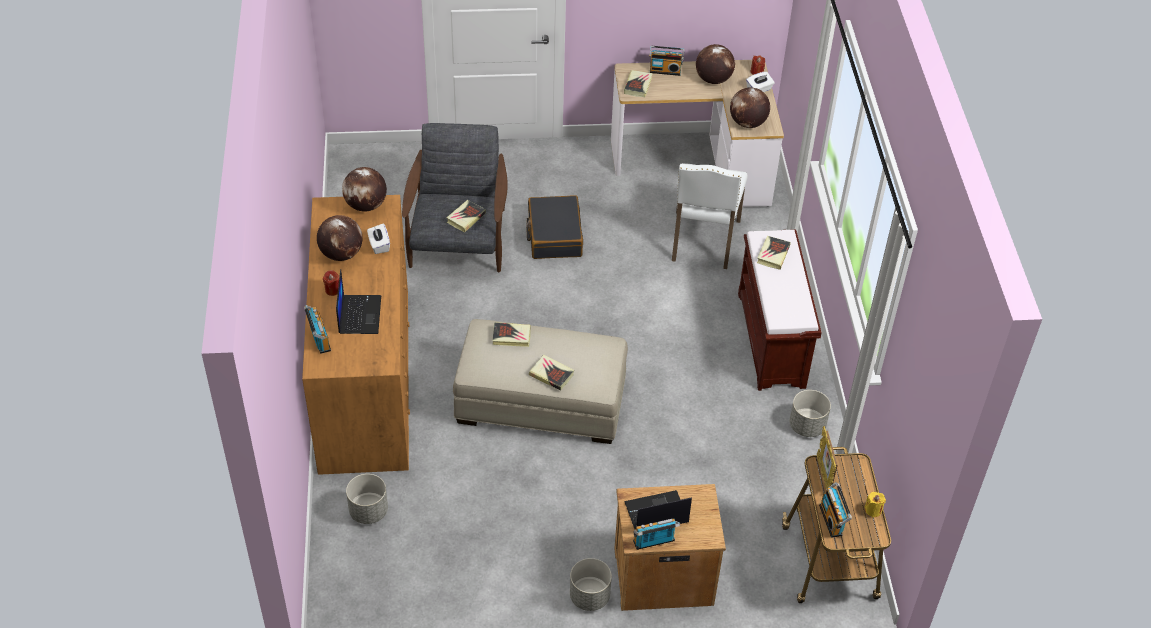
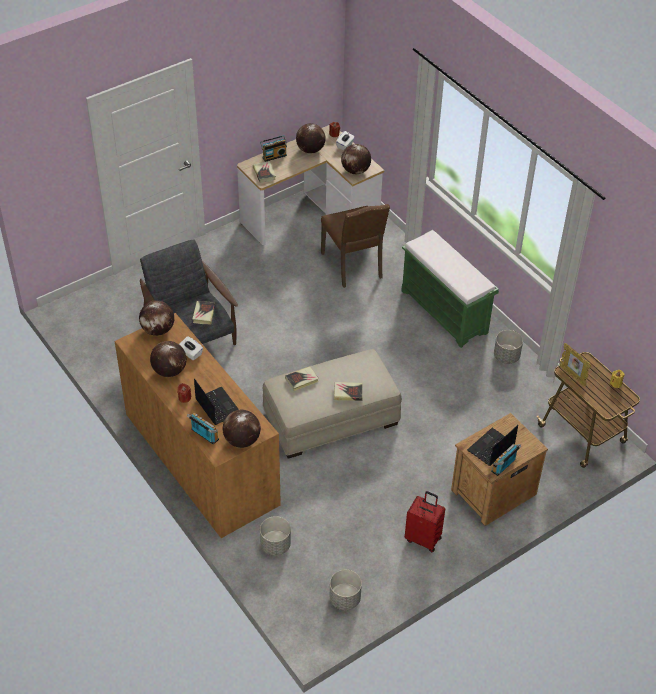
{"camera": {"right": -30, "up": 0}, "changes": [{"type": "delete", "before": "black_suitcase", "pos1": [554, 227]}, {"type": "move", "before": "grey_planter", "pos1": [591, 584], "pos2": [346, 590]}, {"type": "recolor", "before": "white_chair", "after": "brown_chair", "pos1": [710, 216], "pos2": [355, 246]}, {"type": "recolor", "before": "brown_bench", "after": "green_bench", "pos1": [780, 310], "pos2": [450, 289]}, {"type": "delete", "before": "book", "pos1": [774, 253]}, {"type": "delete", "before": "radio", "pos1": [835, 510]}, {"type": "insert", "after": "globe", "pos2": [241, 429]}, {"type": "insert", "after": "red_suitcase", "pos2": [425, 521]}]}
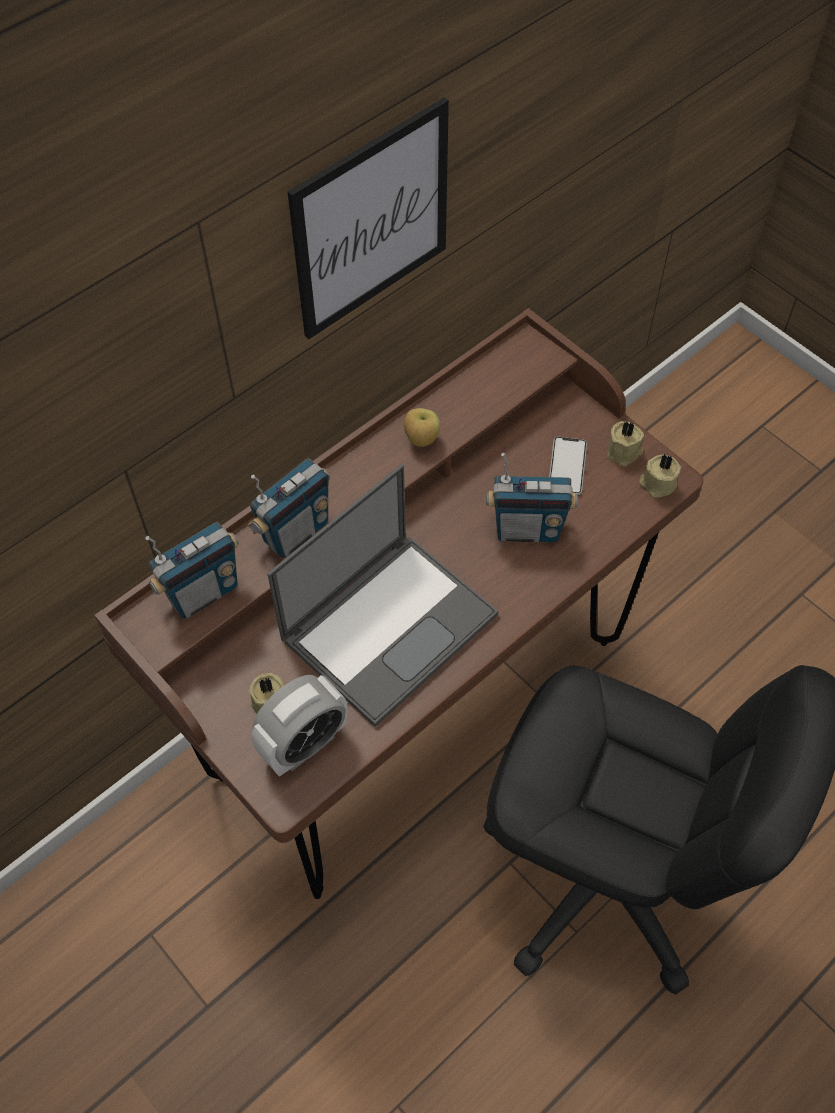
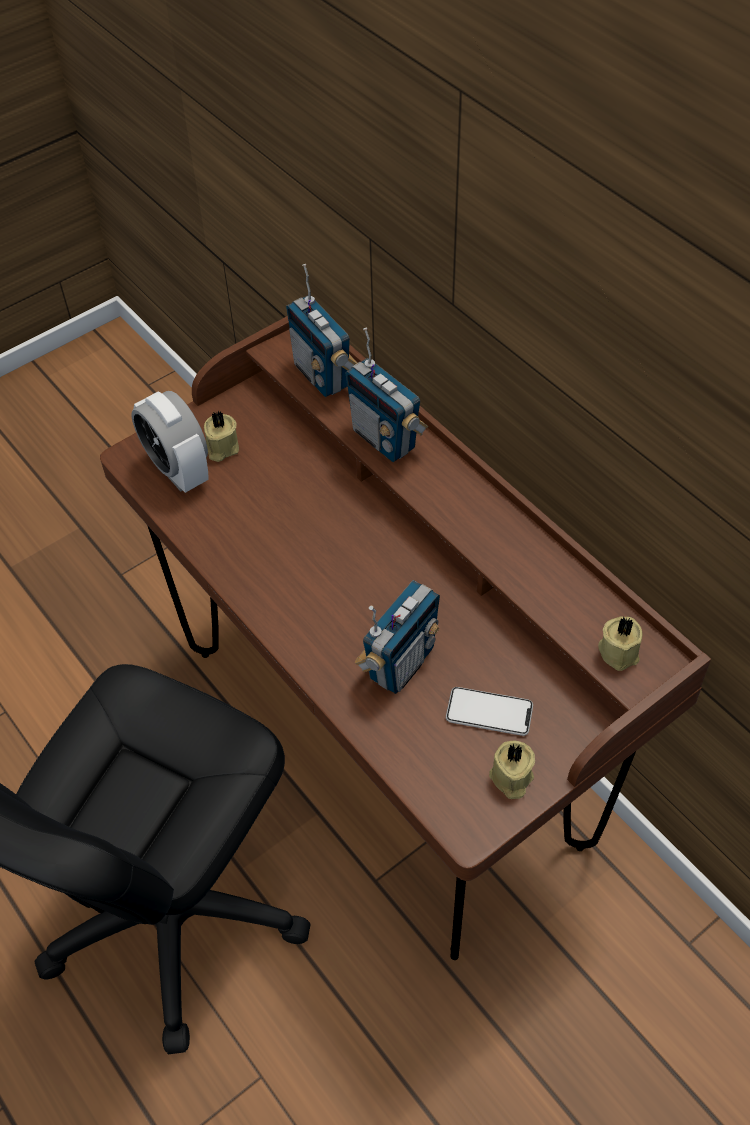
{"camera": {"right": 95, "up": -5}, "changes": [{"type": "delete", "before": "laptop", "pos1": [382, 595]}, {"type": "delete", "before": "picture", "pos1": [368, 218]}, {"type": "delete", "before": "apple", "pos1": [422, 427]}, {"type": "rotate", "before": "radio", "pos1": [531, 497], "pos2": [397, 637], "turn": -150}, {"type": "move", "before": "beige_candle", "pos1": [660, 476], "pos2": [620, 643]}]}
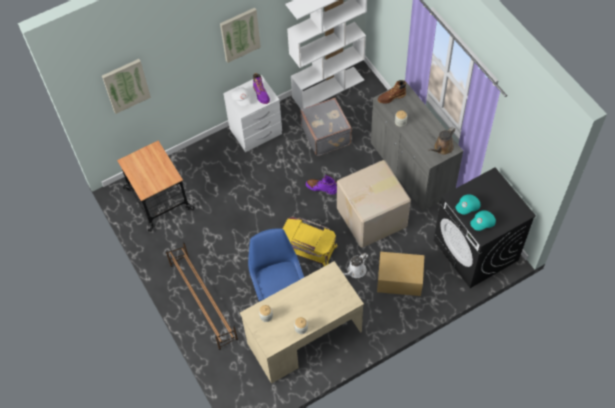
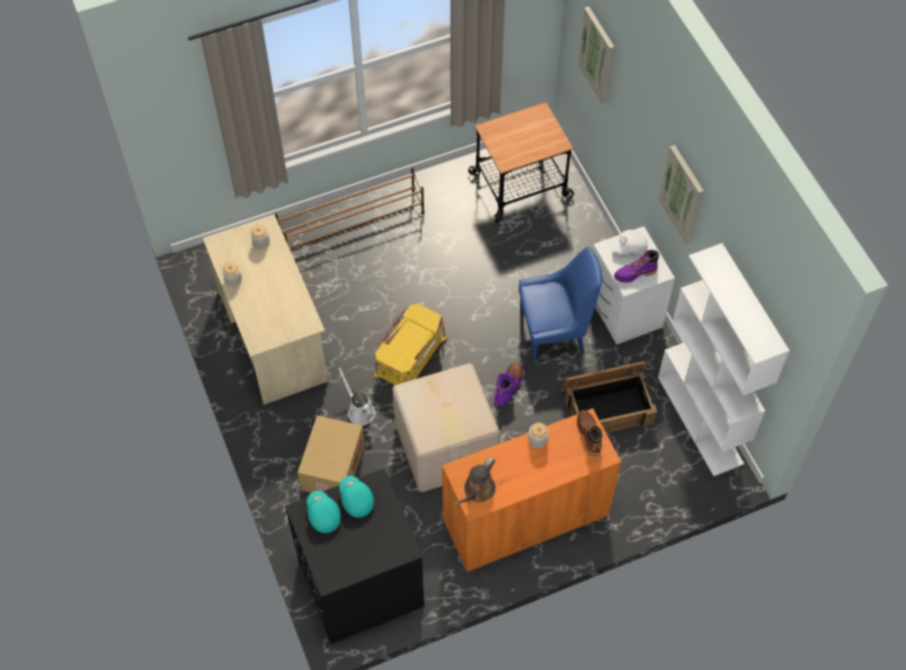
{"camera": {"right": 95, "up": 0}, "changes": [{"type": "move", "before": "blue_chair", "pos1": [276, 265], "pos2": [560, 305]}, {"type": "replace", "before": "grey_suitcase", "after": "crate", "pos1": [326, 127], "pos2": [608, 397]}, {"type": "recolor", "before": "grey_cabinet", "after": "orange_cabinet", "pos1": [417, 146], "pos2": [531, 490]}, {"type": "rotate", "before": "brown_watering_can", "pos1": [441, 141], "pos2": [474, 481], "turn": -105}]}
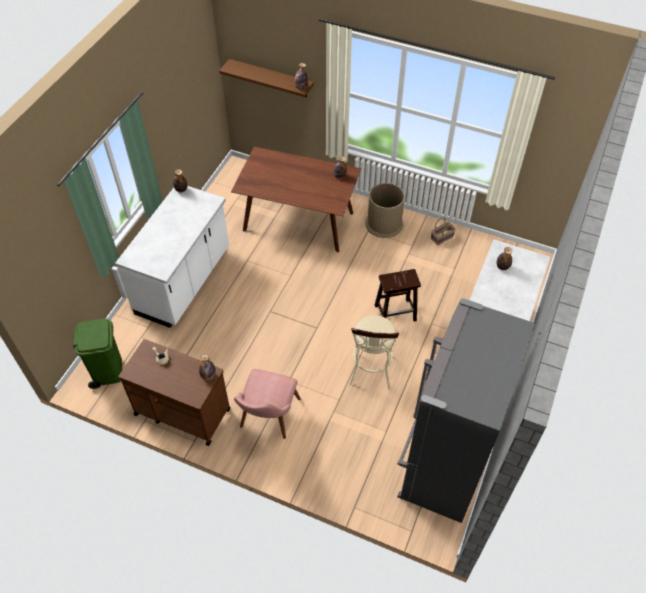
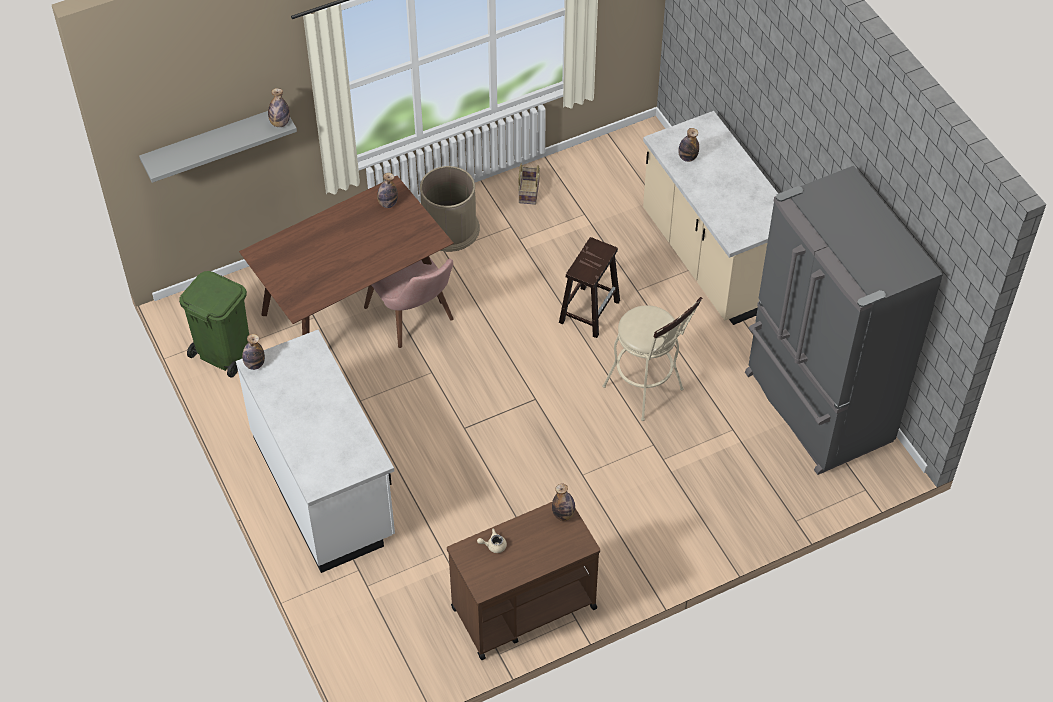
{"camera": {"right": -50, "up": 0}, "changes": [{"type": "move", "before": "green_trash_can", "pos1": [97, 354], "pos2": [214, 324]}, {"type": "recolor", "before": "brown_shelf", "after": "grey_shelf", "pos1": [266, 78], "pos2": [218, 147]}, {"type": "move", "before": "pink_chair", "pos1": [267, 404], "pos2": [409, 303]}]}
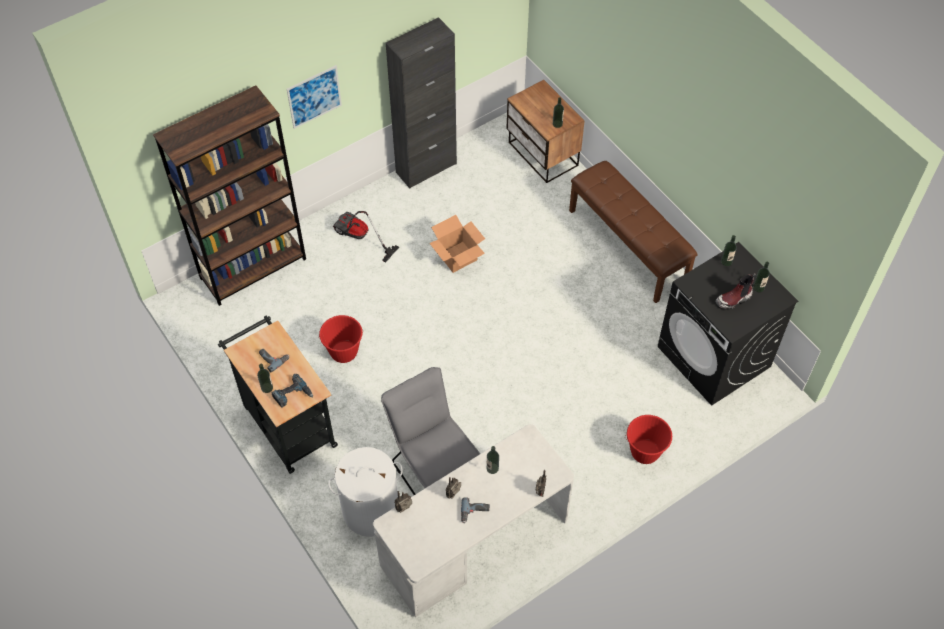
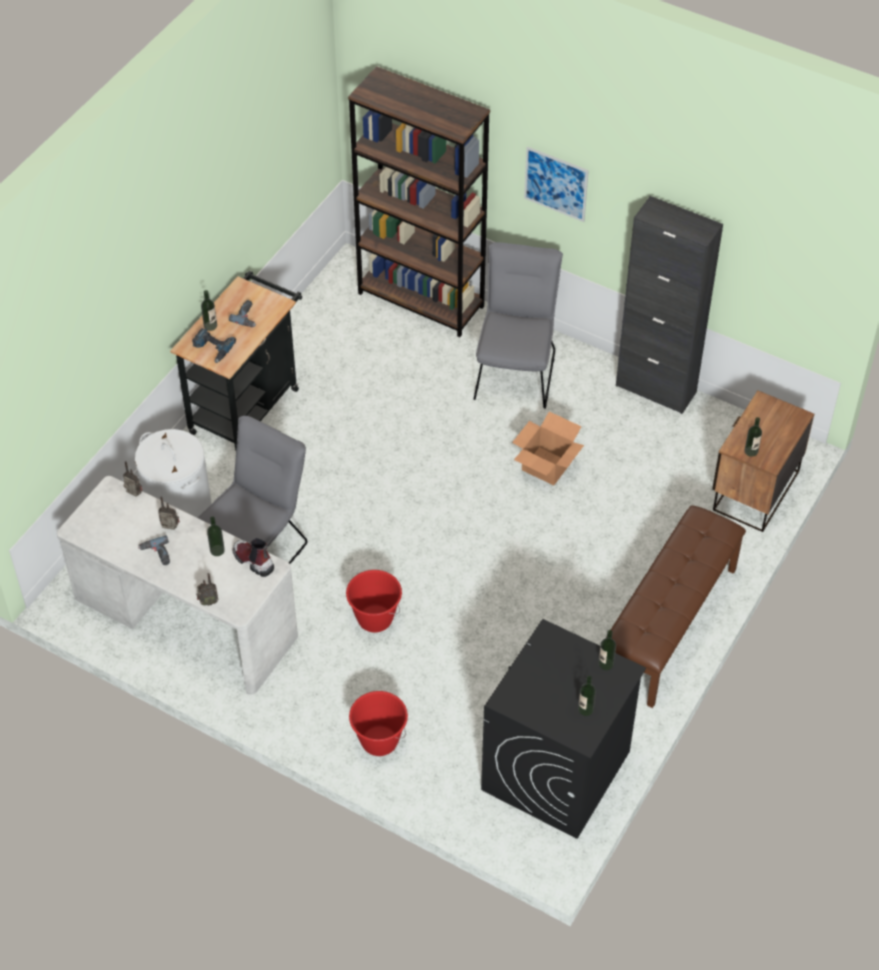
{"camera": {"right": 65, "up": -5}, "changes": [{"type": "move", "before": "red_bucket", "pos1": [341, 339], "pos2": [374, 601]}, {"type": "replace", "before": "vacuum_cleaner", "after": "grey_chair", "pos1": [366, 237], "pos2": [518, 325]}, {"type": "move", "before": "boot", "pos1": [735, 291], "pos2": [253, 557]}]}
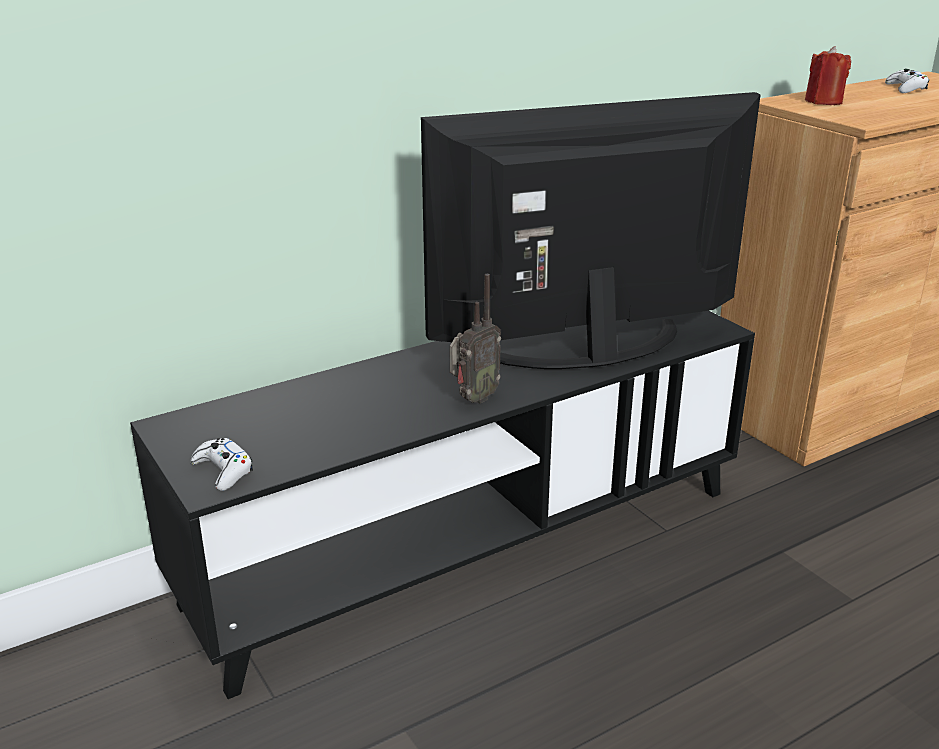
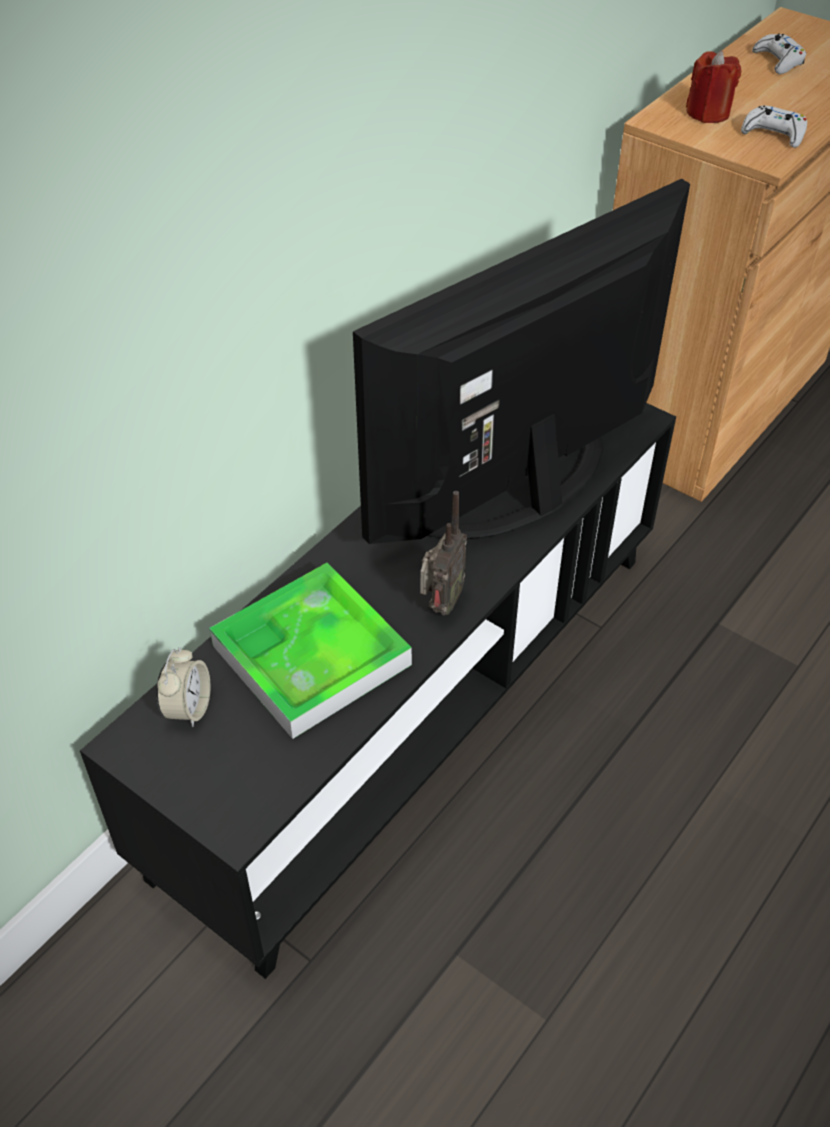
{"camera": {"right": -20, "up": 20}, "changes": [{"type": "move", "before": "white_game_controller", "pos1": [221, 464], "pos2": [774, 126]}, {"type": "insert", "after": "alarm_clock", "pos2": [183, 687]}, {"type": "insert", "after": "tray", "pos2": [310, 651]}]}
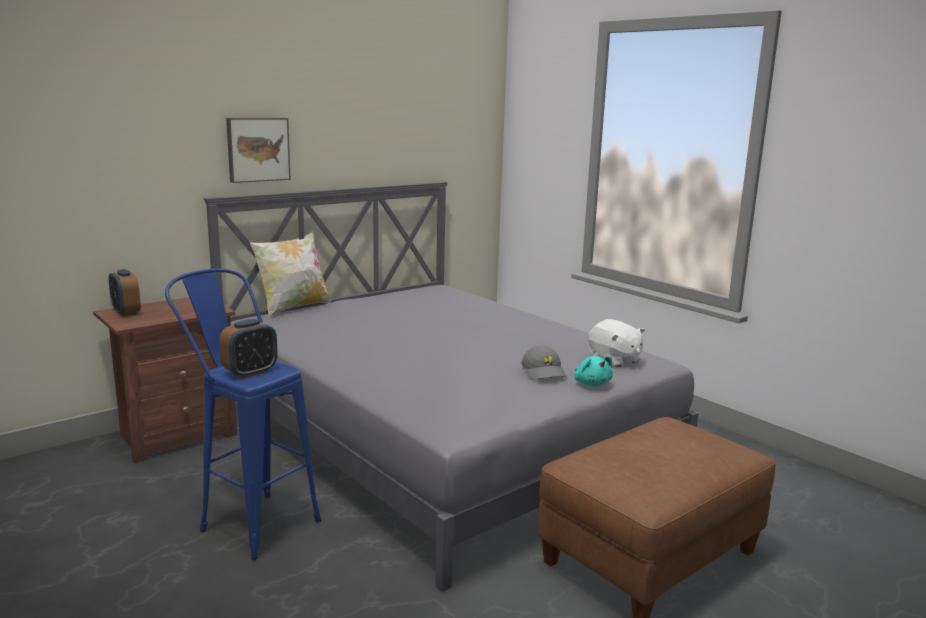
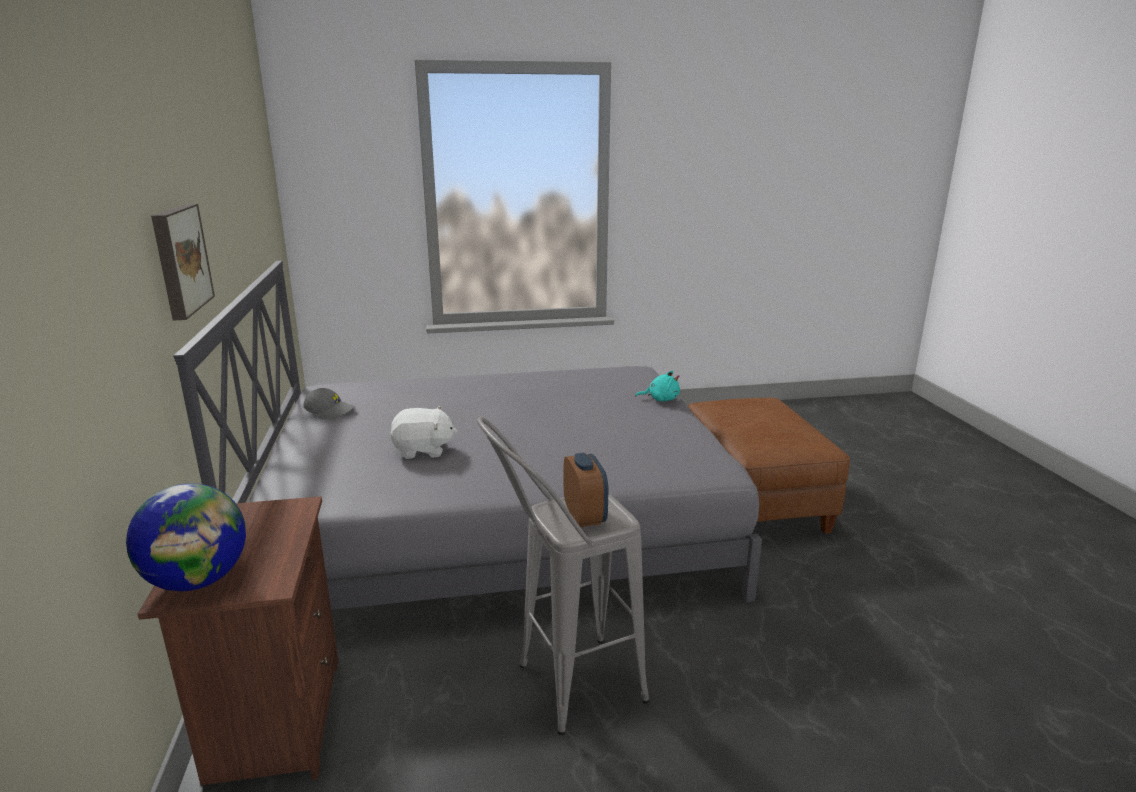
{"camera": {"right": -60, "up": 5}, "changes": [{"type": "replace", "before": "alarm_clock", "after": "globe", "pos1": [124, 292], "pos2": [186, 537]}, {"type": "recolor", "before": "blue_stool", "after": "grey_stool", "pos1": [243, 414], "pos2": [563, 576]}, {"type": "delete", "before": "pillow", "pos1": [290, 274]}, {"type": "move", "before": "grey_cap", "pos1": [544, 362], "pos2": [329, 404]}, {"type": "move", "before": "white_plush_toy", "pos1": [616, 343], "pos2": [423, 432]}]}
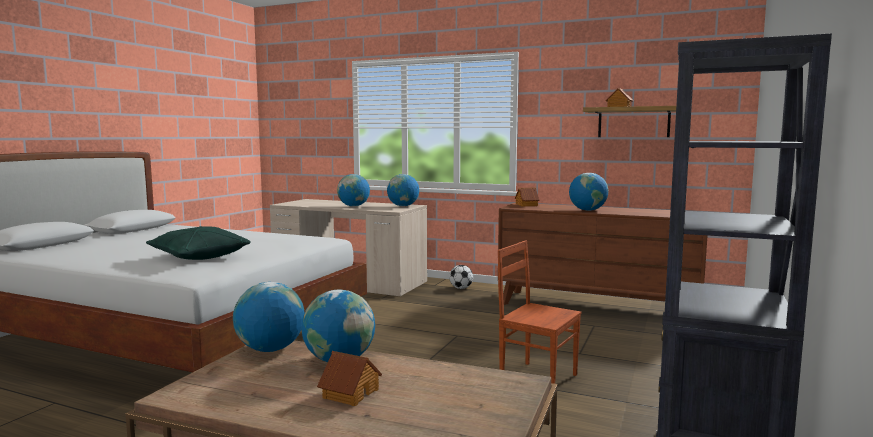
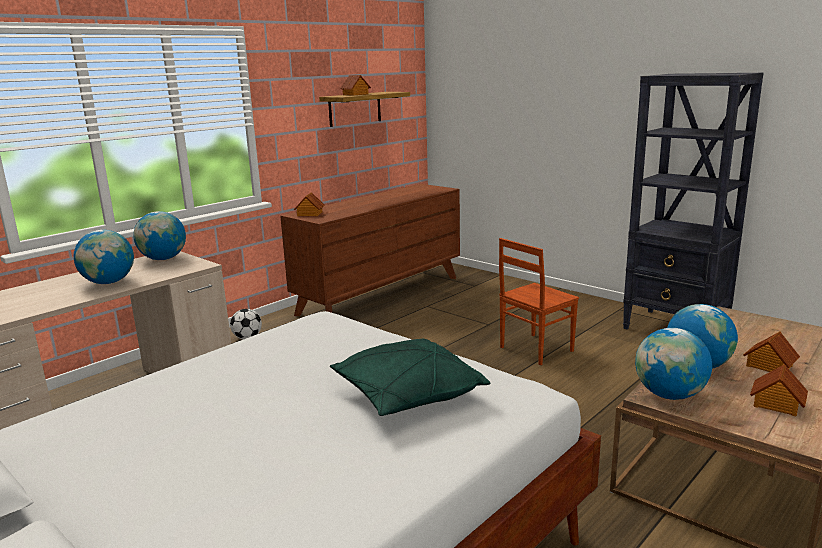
{"camera": {"right": -70, "up": 10}, "changes": [{"type": "delete", "before": "globe", "pos1": [588, 192]}, {"type": "insert", "after": "toy_house", "pos2": [779, 390]}]}
